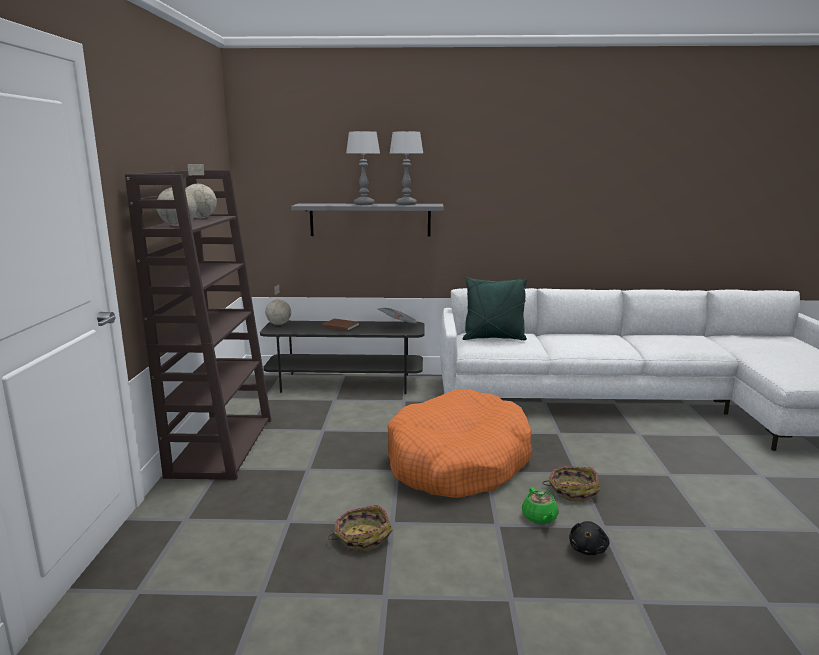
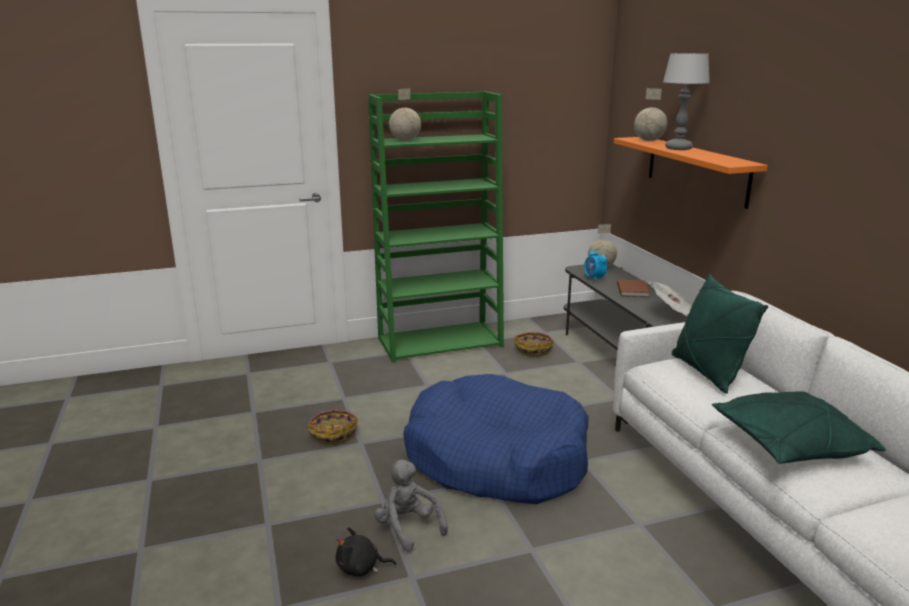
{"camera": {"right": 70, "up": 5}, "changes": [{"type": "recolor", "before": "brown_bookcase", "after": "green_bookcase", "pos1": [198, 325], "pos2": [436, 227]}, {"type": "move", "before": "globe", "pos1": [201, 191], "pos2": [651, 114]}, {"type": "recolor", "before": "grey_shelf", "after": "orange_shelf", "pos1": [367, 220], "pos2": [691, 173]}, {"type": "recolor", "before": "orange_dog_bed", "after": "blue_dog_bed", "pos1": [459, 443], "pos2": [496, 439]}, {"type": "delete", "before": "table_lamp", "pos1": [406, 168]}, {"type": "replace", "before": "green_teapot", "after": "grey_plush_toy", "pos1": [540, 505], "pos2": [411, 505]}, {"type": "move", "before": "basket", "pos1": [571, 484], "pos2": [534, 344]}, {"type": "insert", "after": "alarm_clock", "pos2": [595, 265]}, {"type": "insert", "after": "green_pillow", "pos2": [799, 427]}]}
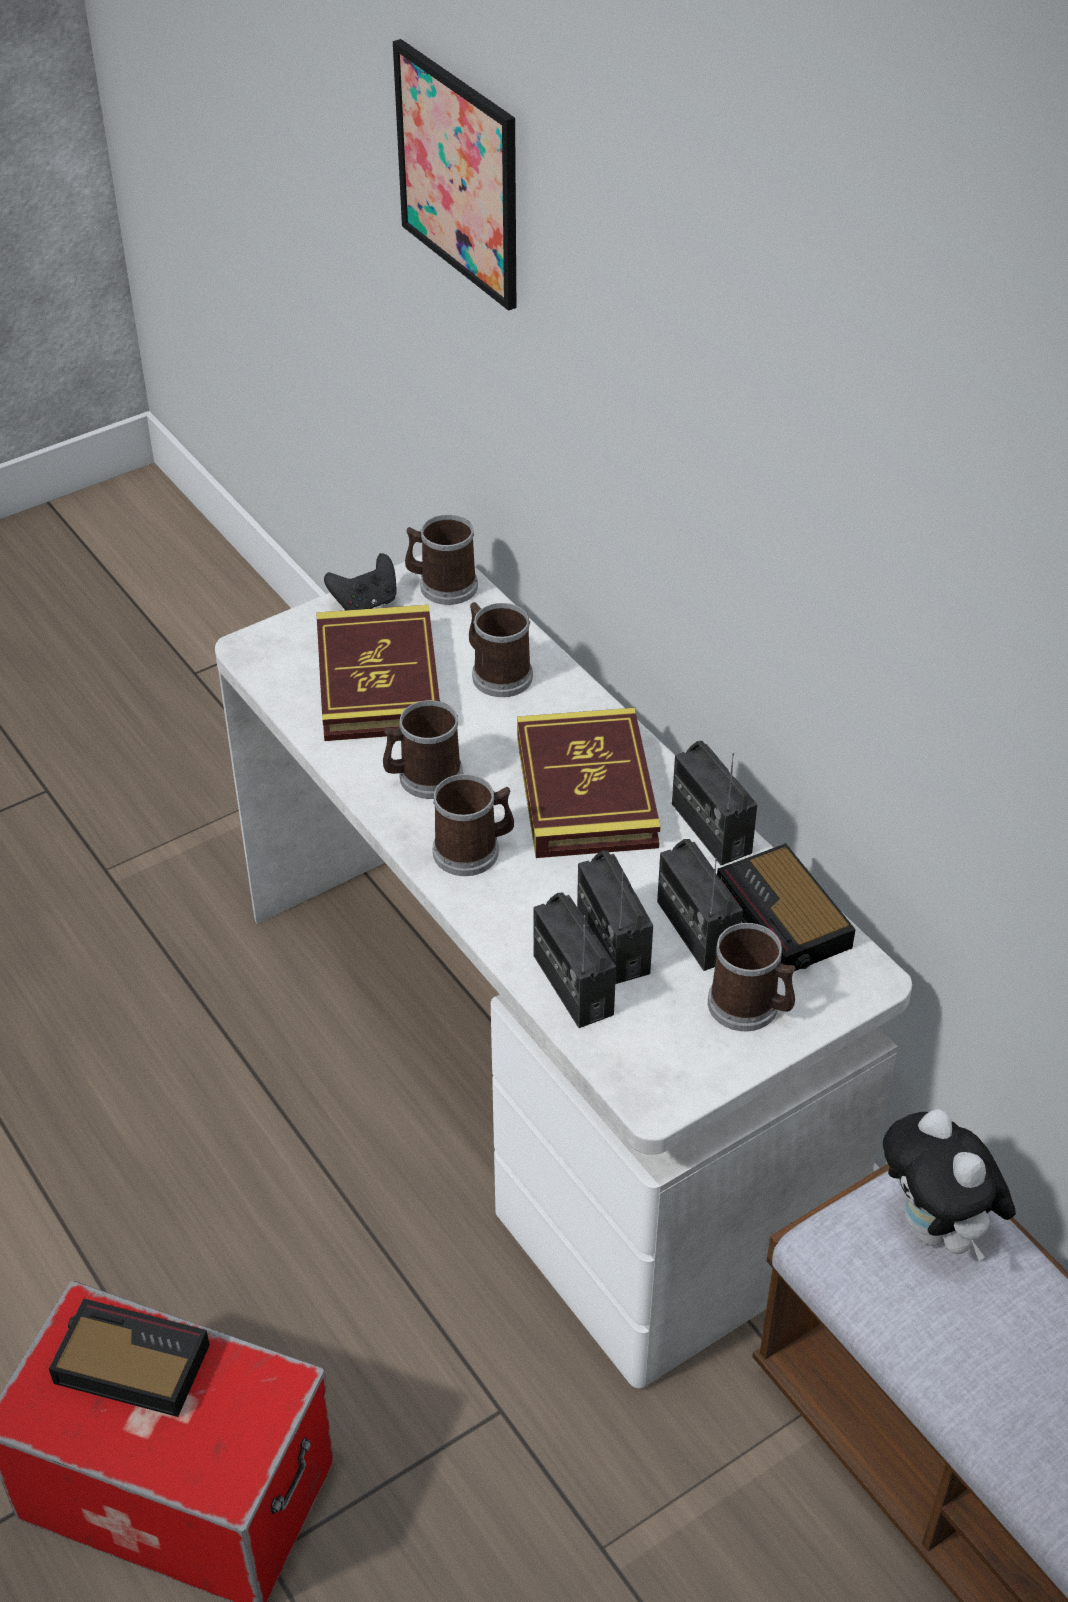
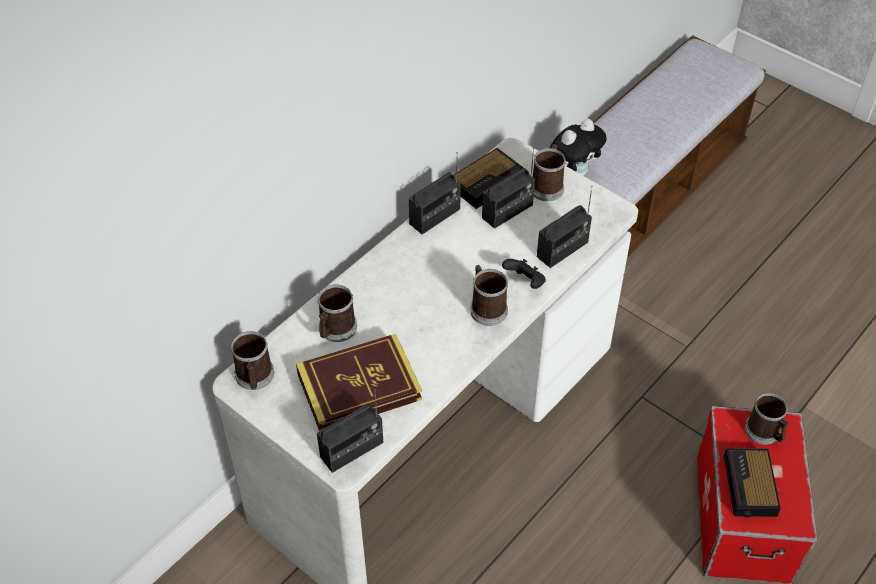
{"camera": {"right": -105, "up": 5}, "changes": [{"type": "move", "before": "black_game_controller", "pos1": [360, 581], "pos2": [524, 274]}, {"type": "move", "before": "mug", "pos1": [423, 749], "pos2": [767, 419]}, {"type": "delete", "before": "picture", "pos1": [454, 175]}, {"type": "delete", "before": "book", "pos1": [589, 783]}, {"type": "move", "before": "radio", "pos1": [615, 917], "pos2": [350, 431]}]}
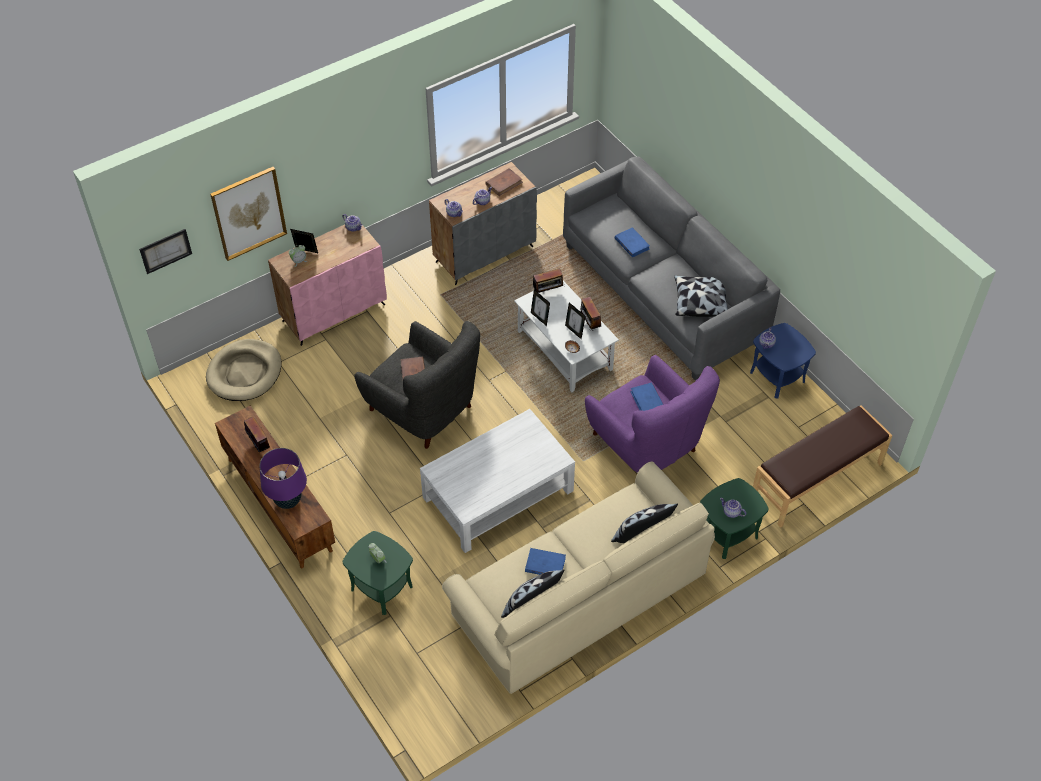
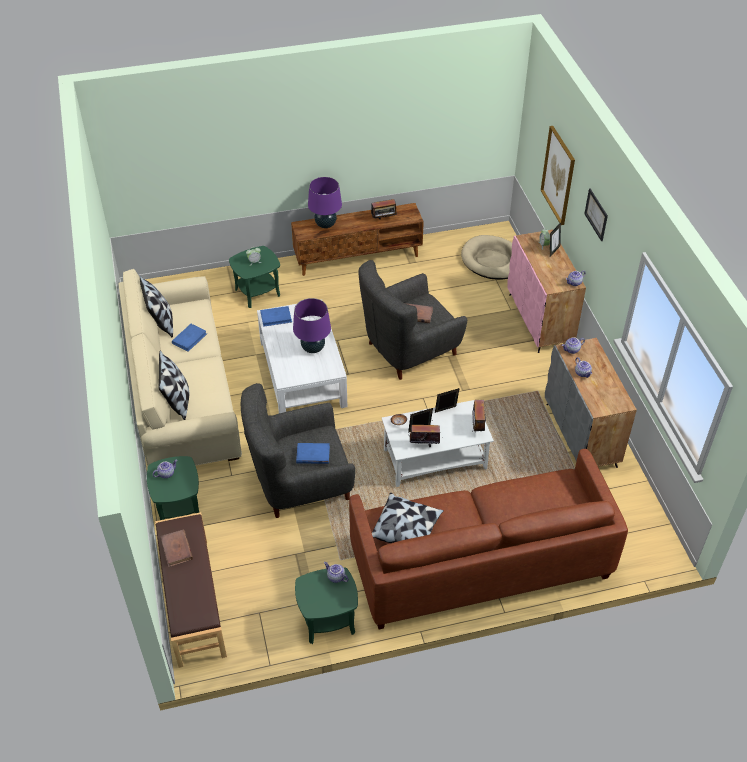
{"camera": {"right": 110, "up": -5}, "changes": [{"type": "move", "before": "picture", "pos1": [165, 251], "pos2": [596, 215]}, {"type": "move", "before": "brown_book", "pos1": [504, 182], "pos2": [176, 548]}, {"type": "recolor", "before": "grey_sofa", "after": "brown_sofa", "pos1": [671, 268], "pos2": [488, 539]}, {"type": "recolor", "before": "purple_armchair", "after": "grey_armchair", "pos1": [652, 414], "pos2": [298, 450]}, {"type": "move", "before": "blue_book", "pos1": [632, 242], "pos2": [276, 316]}, {"type": "recolor", "before": "blue_side_table", "after": "green_side_table", "pos1": [783, 361], "pos2": [326, 605]}, {"type": "insert", "after": "purple_table_lamp", "pos2": [312, 325]}]}
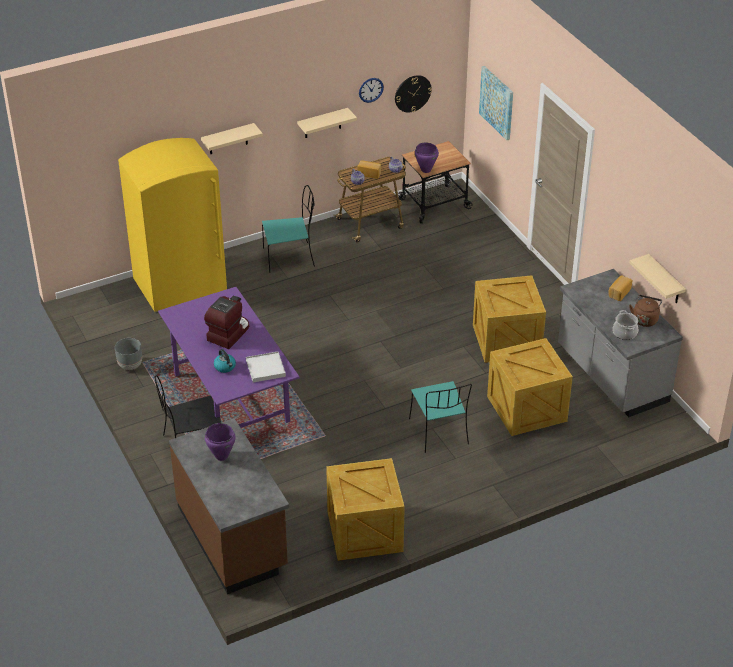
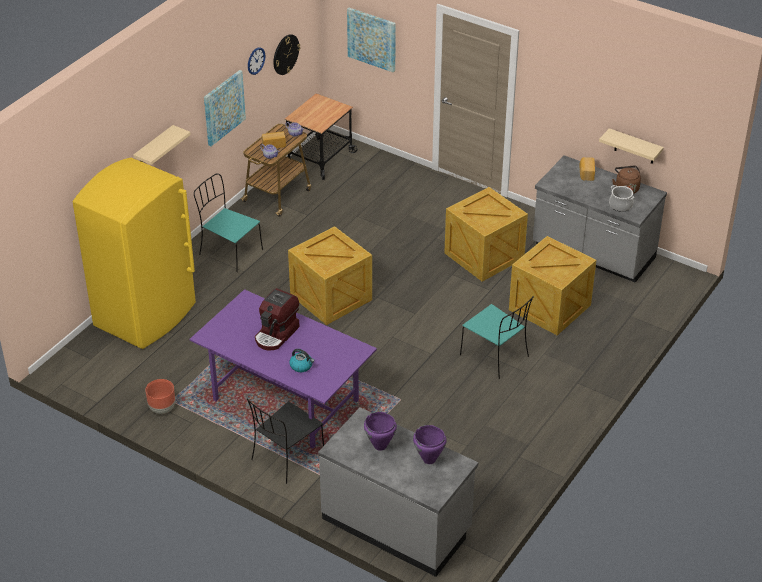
{"camera": {"right": -30, "up": 0}, "changes": [{"type": "recolor", "before": "grey_planter", "after": "brown_planter", "pos1": [128, 354], "pos2": [160, 396]}, {"type": "recolor", "before": "brown_counter", "after": "grey_counter", "pos1": [229, 506], "pos2": [398, 492]}, {"type": "rotate", "before": "coffee_machine", "pos1": [226, 322], "pos2": [277, 319], "turn": -150}, {"type": "delete", "before": "white_tray", "pos1": [266, 367]}, {"type": "rotate", "before": "turquoise_chair", "pos1": [288, 229], "pos2": [228, 222], "turn": -105}, {"type": "replace", "before": "beige_shelf", "after": "picture", "pos1": [327, 123], "pos2": [225, 108]}, {"type": "move", "before": "crate", "pos1": [365, 509], "pos2": [330, 275]}, {"type": "move", "before": "purple_cooking_pot", "pos1": [427, 157], "pos2": [430, 444]}]}
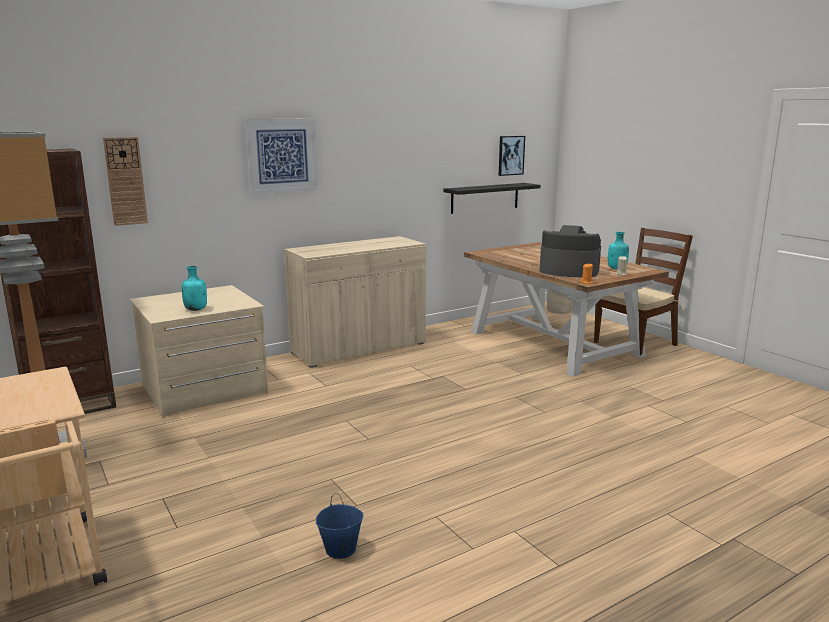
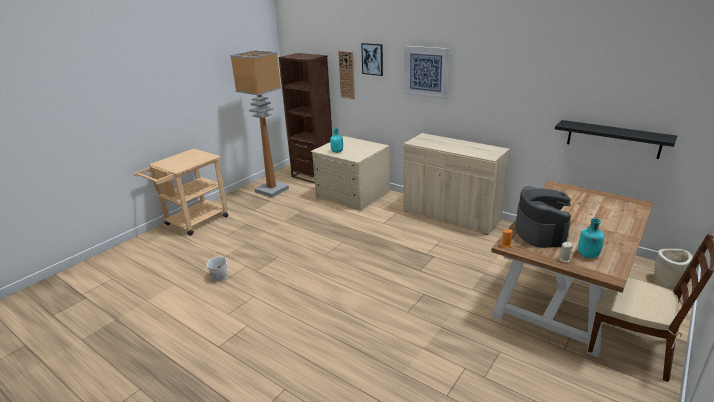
{"camera": {"right": 70, "up": 10}, "changes": [{"type": "recolor", "before": "blue_bucket", "after": "white_bucket", "pos1": [339, 526], "pos2": [217, 266]}, {"type": "move", "before": "picture", "pos1": [512, 156], "pos2": [372, 59]}]}
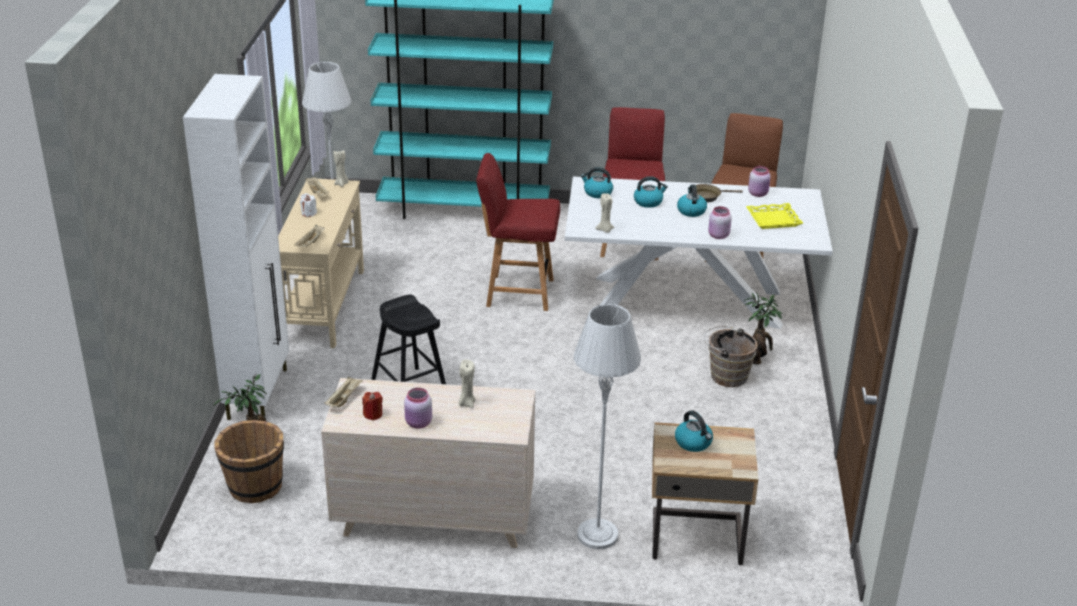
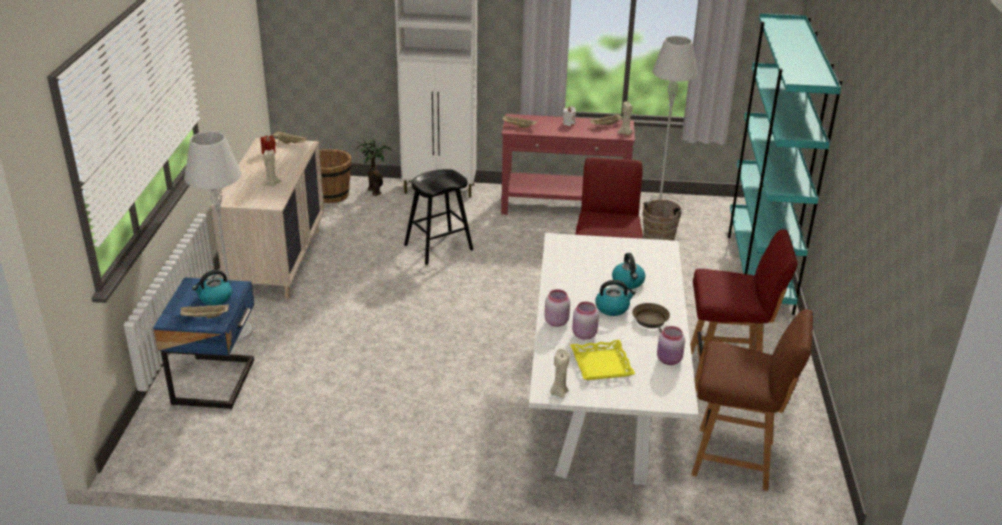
{"camera": {"right": 90, "up": 0}, "changes": [{"type": "recolor", "before": "beige_console_table", "after": "red_console_table", "pos1": [321, 263], "pos2": [568, 164]}, {"type": "move", "before": "pink_jar", "pos1": [418, 408], "pos2": [585, 320]}, {"type": "delete", "before": "kettle", "pos1": [597, 182]}, {"type": "move", "before": "beige_candle", "pos1": [604, 213], "pos2": [560, 374]}, {"type": "recolor", "before": "beige_nightstand", "after": "blue_nightstand", "pos1": [705, 493], "pos2": [203, 343]}, {"type": "move", "before": "brown_bucket", "pos1": [731, 356], "pos2": [663, 218]}, {"type": "delete", "before": "potted_plant", "pos1": [763, 328]}, {"type": "insert", "after": "beige_tray", "pos2": [205, 311]}]}
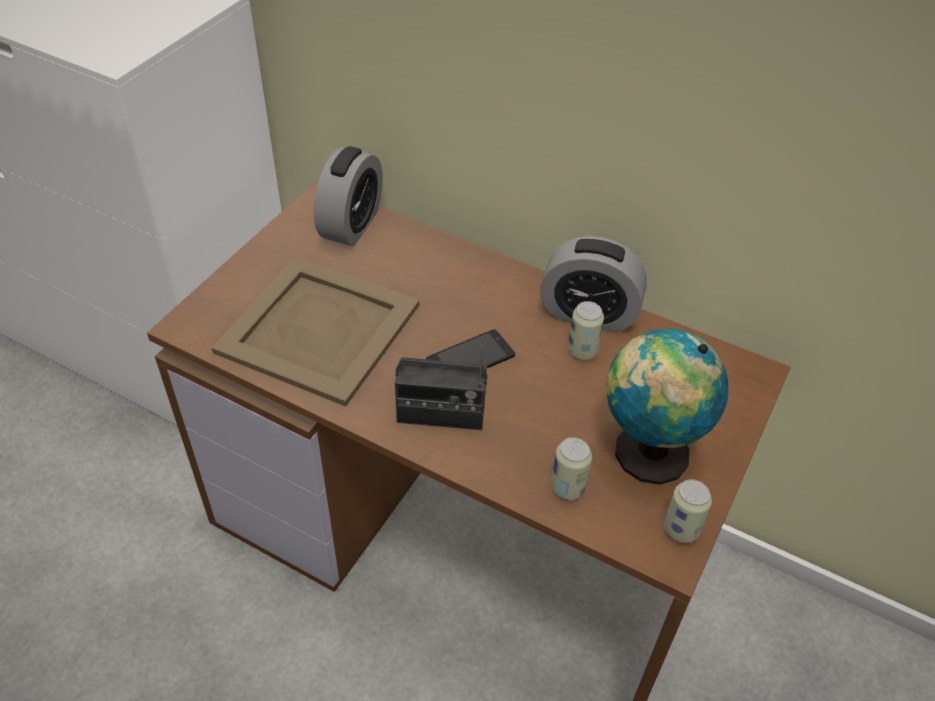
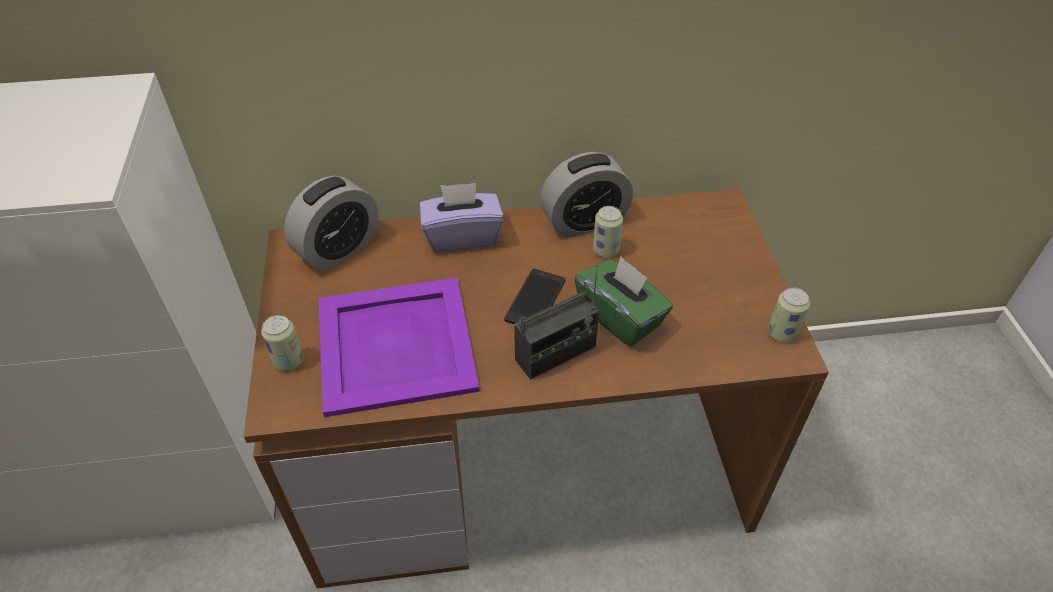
{"camera": {"right": -35, "up": 0}, "changes": [{"type": "recolor", "before": "beige_tray", "after": "purple_tray", "pos1": [315, 331], "pos2": [399, 347]}, {"type": "rotate", "before": "alarm_clock", "pos1": [348, 196], "pos2": [331, 223], "turn": 60}, {"type": "move", "before": "can", "pos1": [571, 468], "pos2": [282, 343]}, {"type": "delete", "before": "globe", "pos1": [667, 407]}, {"type": "insert", "after": "purple_tissue_box", "pos2": [461, 217]}, {"type": "insert", "after": "green_tissue_box", "pos2": [623, 301]}]}
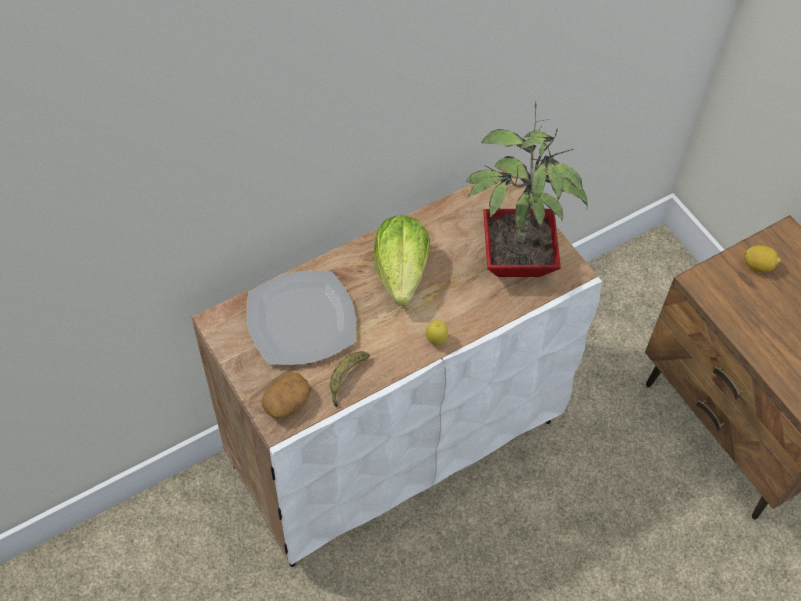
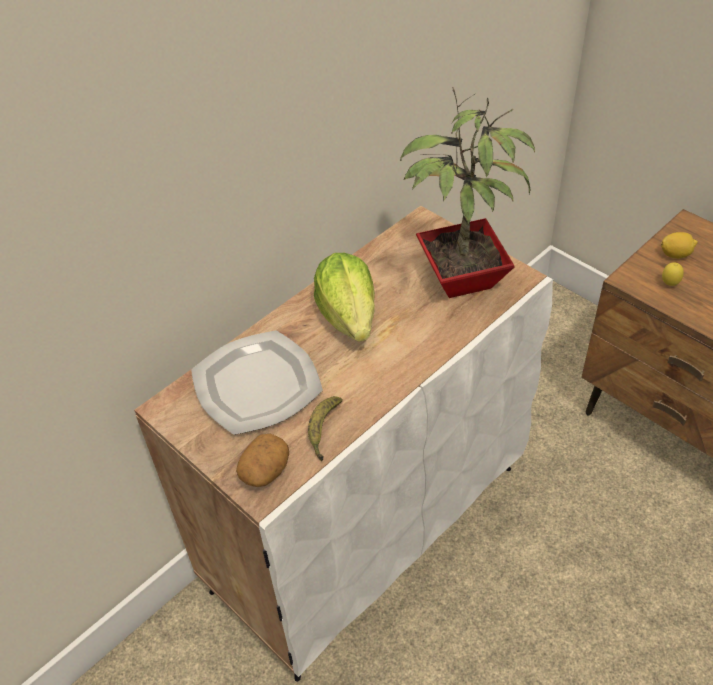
{"camera": {"right": -10, "up": -10}, "changes": [{"type": "move", "before": "lemon", "pos1": [437, 332], "pos2": [673, 274]}]}
